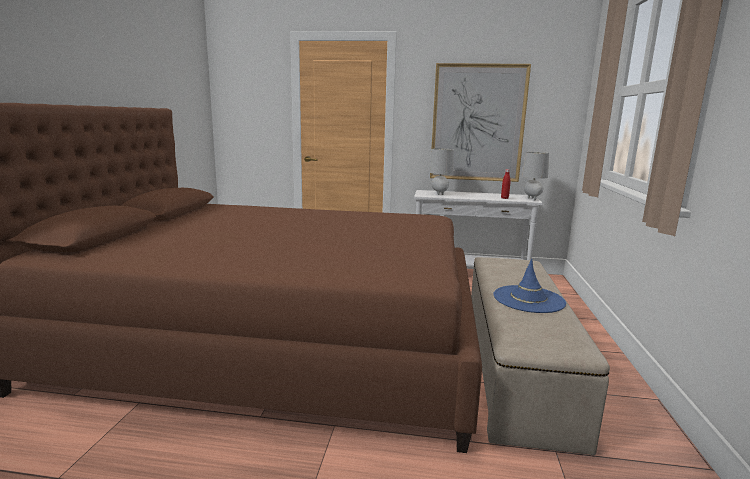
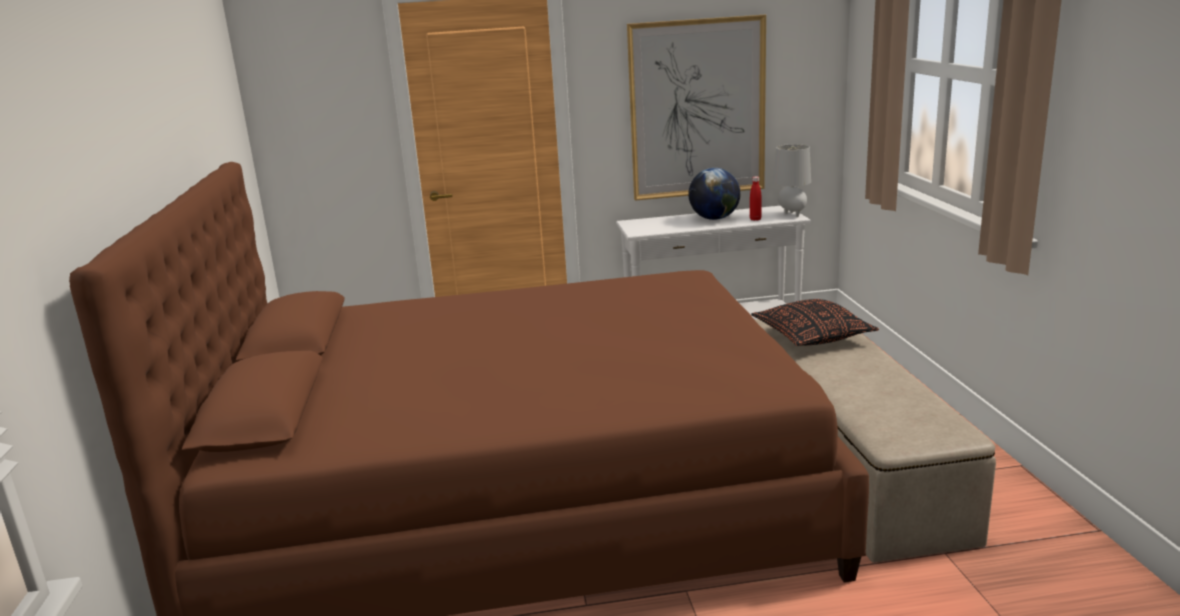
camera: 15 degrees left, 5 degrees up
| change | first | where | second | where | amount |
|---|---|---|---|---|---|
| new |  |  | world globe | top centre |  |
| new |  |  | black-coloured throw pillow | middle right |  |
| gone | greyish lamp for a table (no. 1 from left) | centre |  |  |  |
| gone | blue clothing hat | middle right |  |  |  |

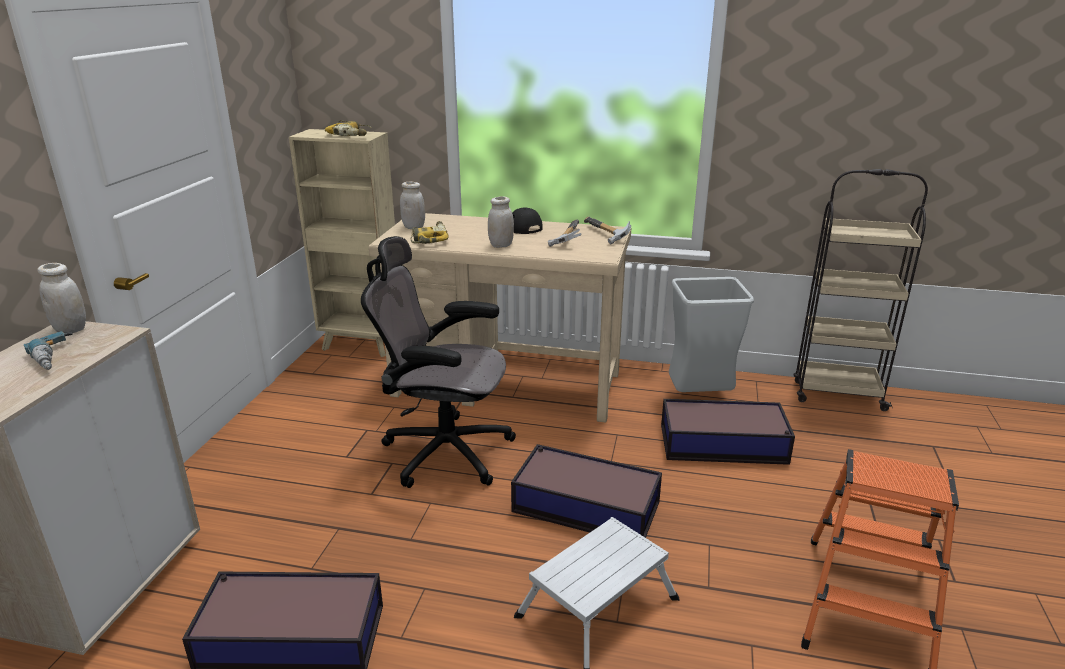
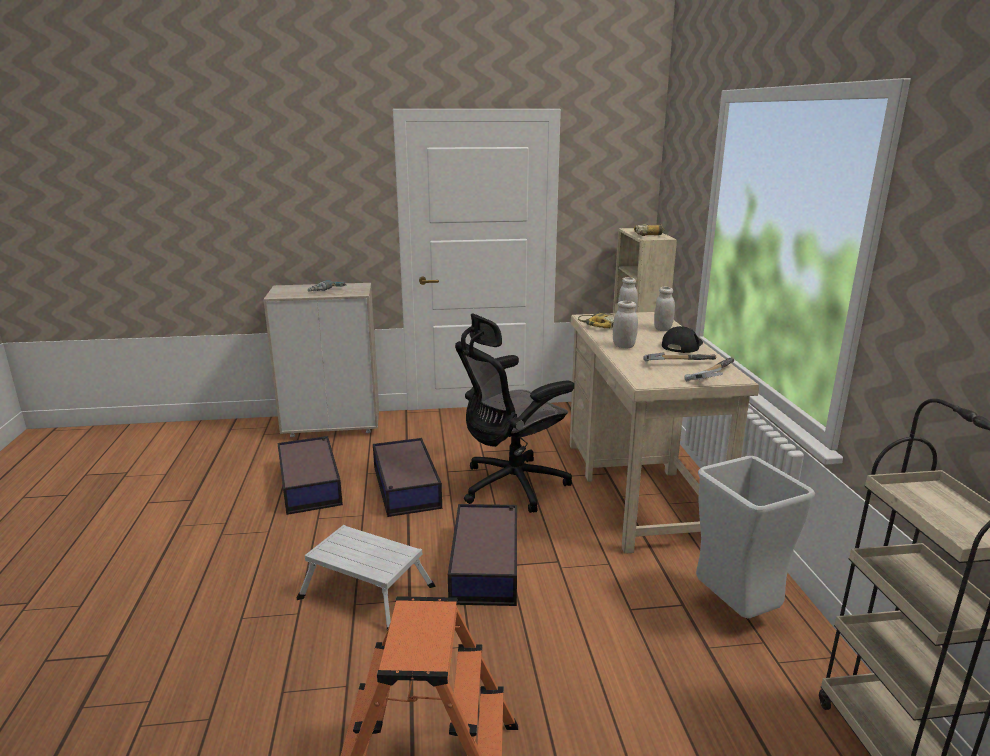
camera: 70 degrees right, 5 degrees down
| change | first | where | second | where | amount |
|---|---|---|---|---|---|
| shifted | storage box (no. 3 from left in the first image) | middle right | storage box (no. 2 from left) | centre |  |
| rotated | desk chair | centre |  | centre | 120 degrees counterclockwise |
| shifted | whitish jar (no. 1 from left in the first image) | middle left | whitish jar (no. 3 from left) | middle right |  |

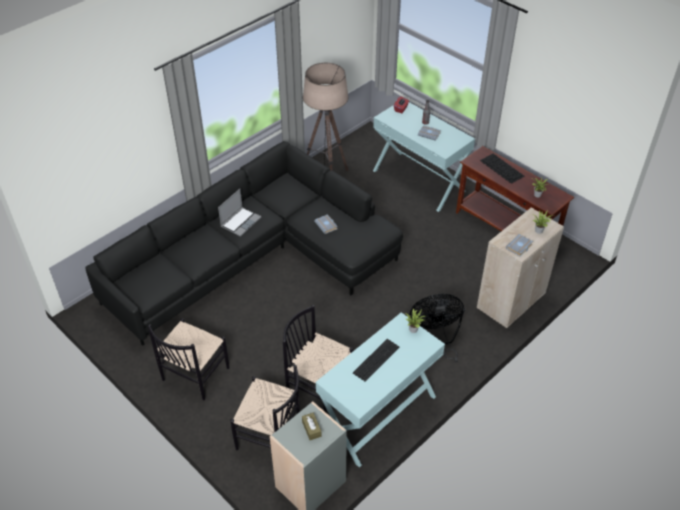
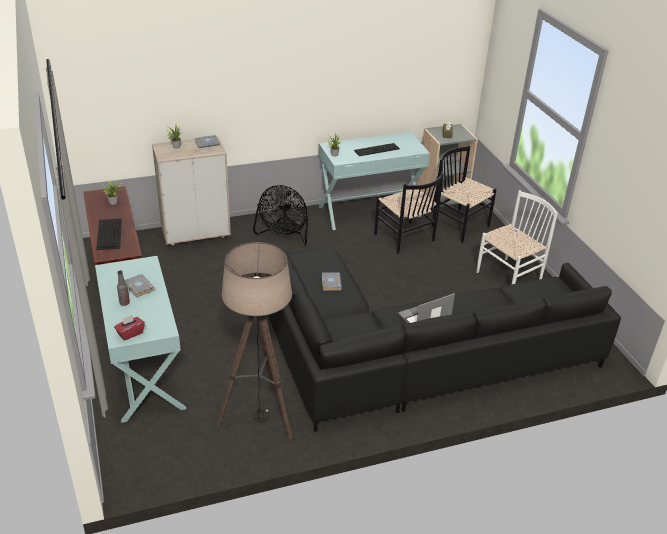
camera: 155 degrees left, 10 degrees down
| change | first | where | second | where | amount |
|---|---|---|---|---|---|
| repainted | black-coloured plain chair (no. 1 from left) | bottom left | whitish plain chair | middle right |  |

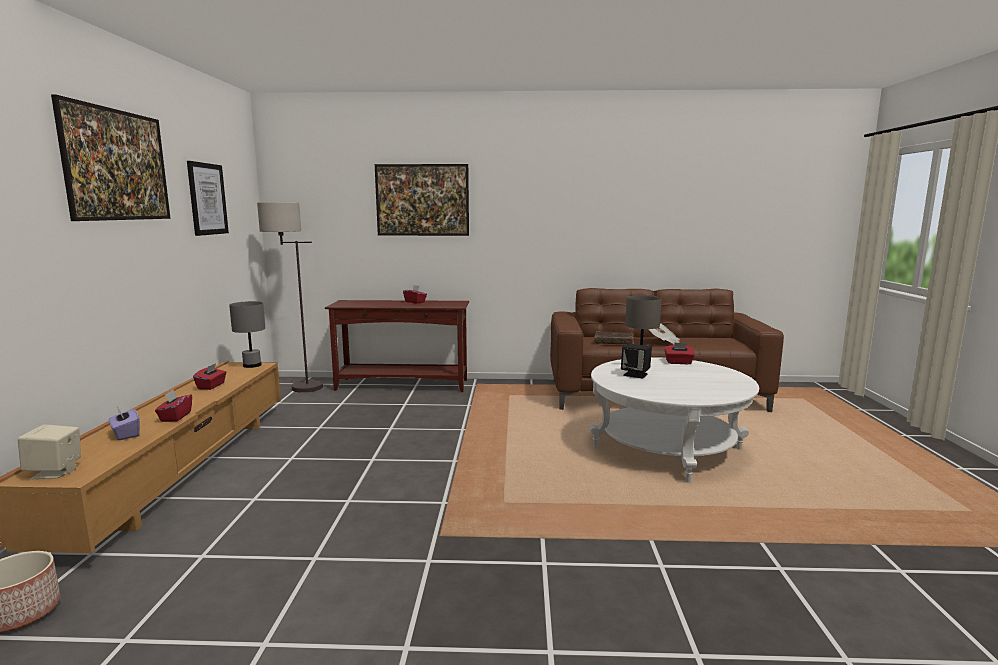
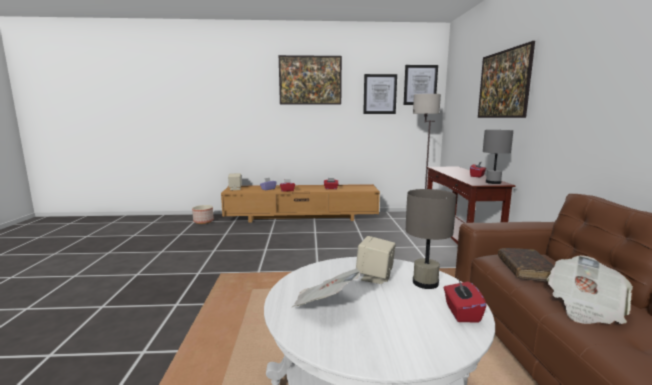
camera: 85 degrees right, 0 degrees up
| change | first | where | second | where | amount |
|---|---|---|---|---|---|
| new |  |  | printed paper (no. 1 from left) | bottom centre |  |
| repainted | black-coloured loudspeaker | centre | beige loudspeaker (no. 2 from left) | bottom centre |  |
| new |  |  | wall art (no. 3 from left) | top centre |  |
| shifted | greyish lamp for a table (no. 1 from left in the first image) | middle left | greyish lamp for a table (no. 2 from left) | middle right |  |

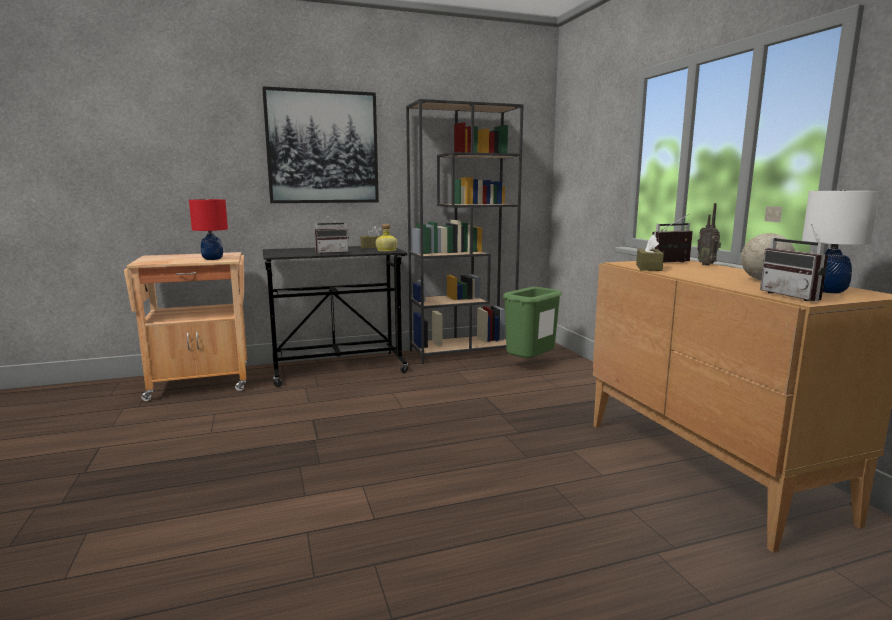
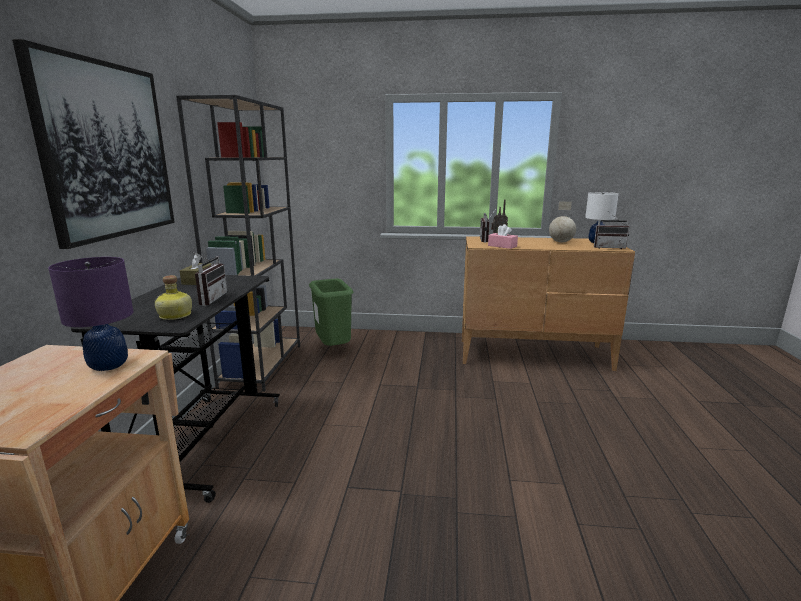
camera: 65 degrees left, 5 degrees up
| change | first | where | second | where | amount |
|---|---|---|---|---|---|
| repainted | reddish lamp for a table | middle left | purple-coloured lamp for a table | middle left |  |
| shifted | beverage bottle | centre |  | middle left |  |
| repainted | brown box of tissues (no. 2 from left) | middle right | pink-coloured box of tissues | centre |  |

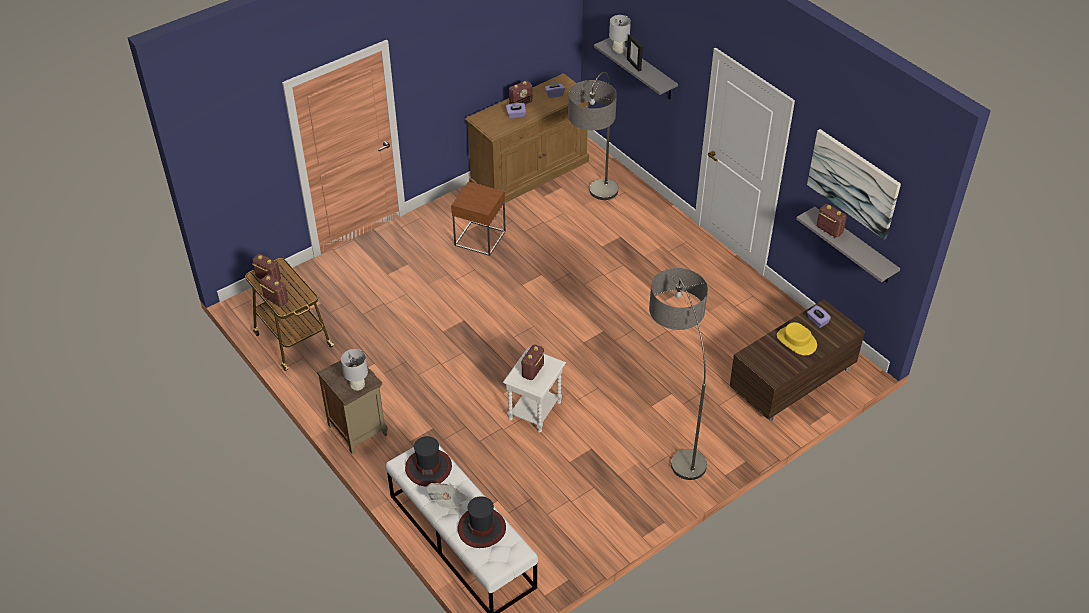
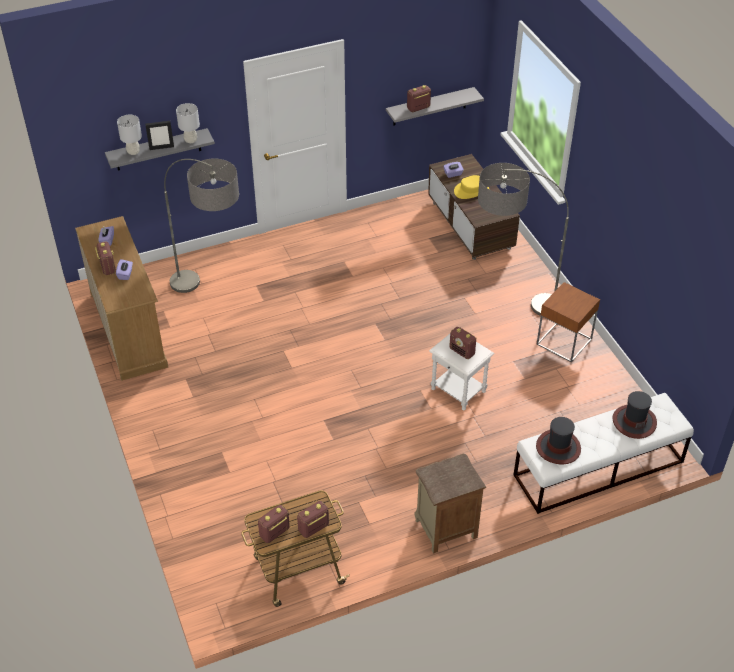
camera: 75 degrees left, 0 degrees up
| change | first | where | second | where | amount |
|---|---|---|---|---|---|
| shifted | greyish lamp for a table (no. 1 from left in the first image) | middle left | greyish lamp for a table (no. 2 from left) | top left |  |
| shifted | brown side table | centre |  | middle right |  |
| gone | printed paper | bottom centre |  |  |  |
| gone | wall art | top right |  |  |  |

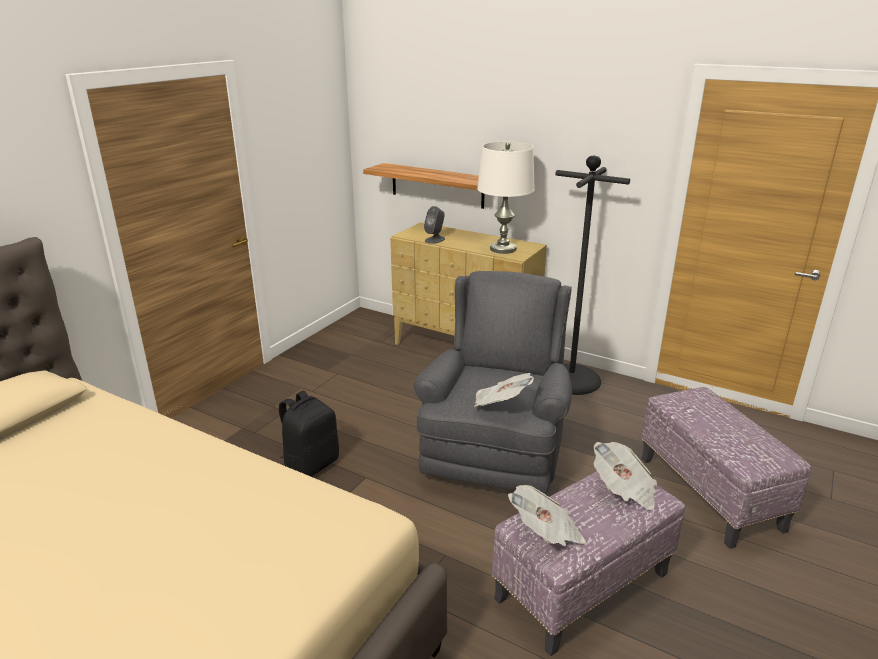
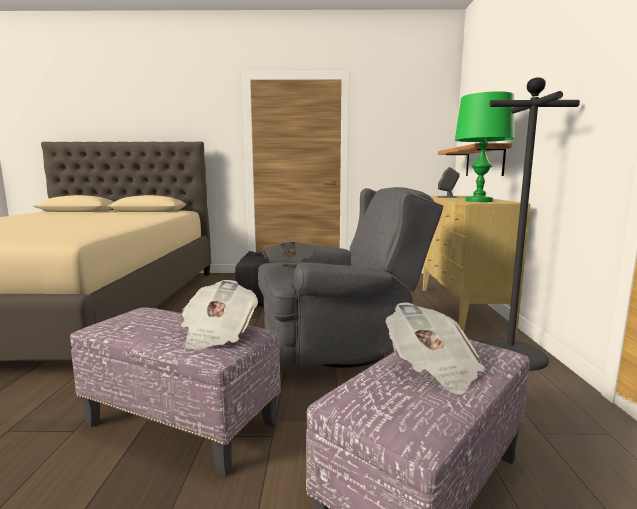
camera: 60 degrees right, 15 degrees down
| change | first | where | second | where | amount |
|---|---|---|---|---|---|
| shifted | printed paper (no. 2 from left in the first image) | bottom centre | printed paper (no. 3 from left) | bottom right |  |
| repainted | whitish lamp for a table | top centre | green lamp for a table | top right |  |

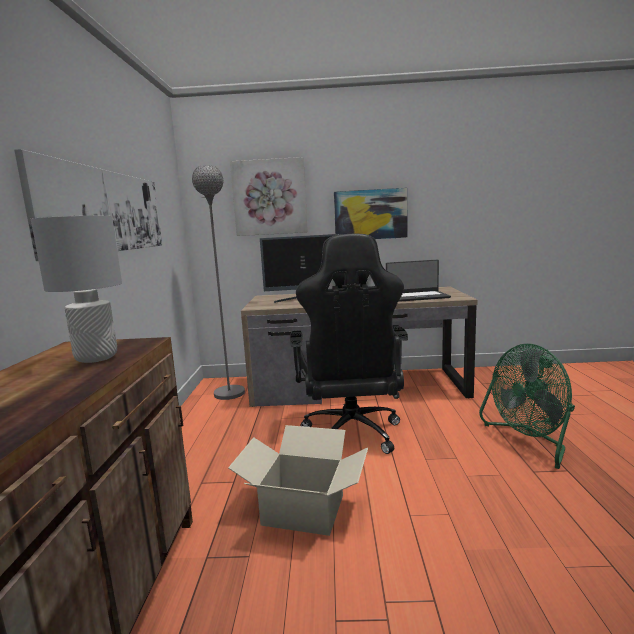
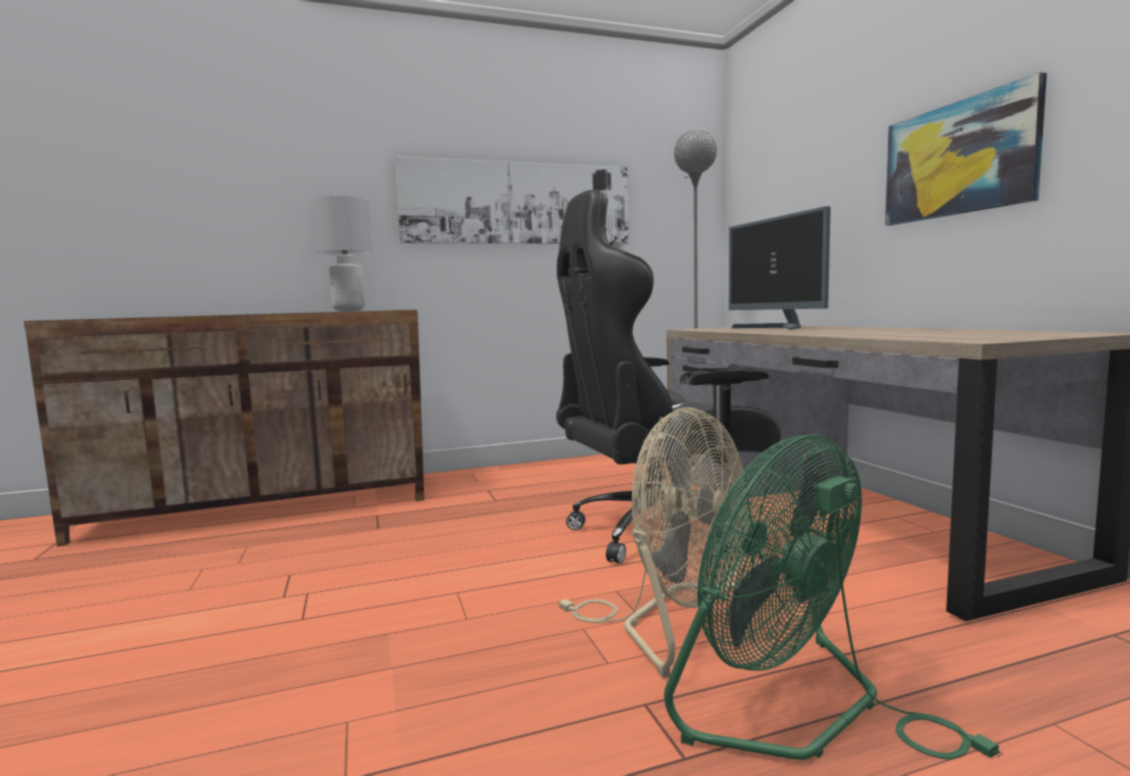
camera: 70 degrees right, 5 degrees down
| change | first | where | second | where | amount |
|---|---|---|---|---|---|
| new |  |  | beige electric fan | bottom centre |  |
| gone | carton | bottom centre |  |  |  |
| gone | wall art (no. 2 from left) | top centre |  |  |  |
| gone | laptop | centre |  |  |  |

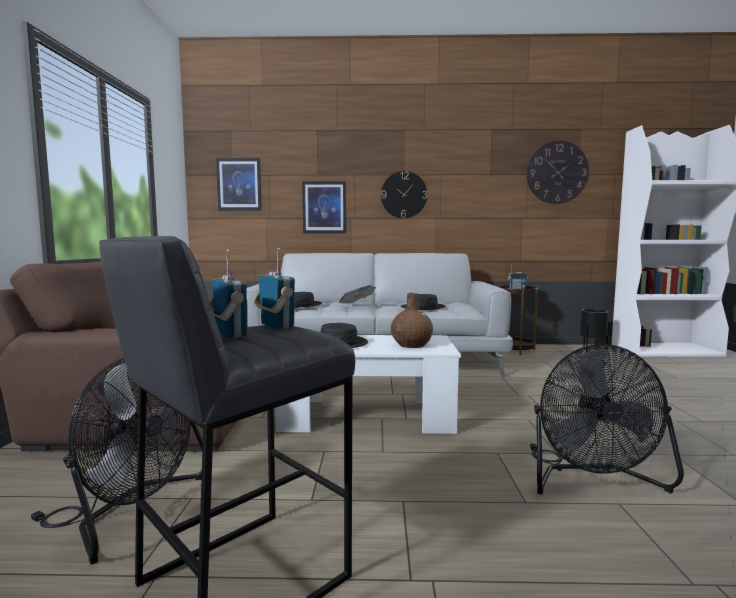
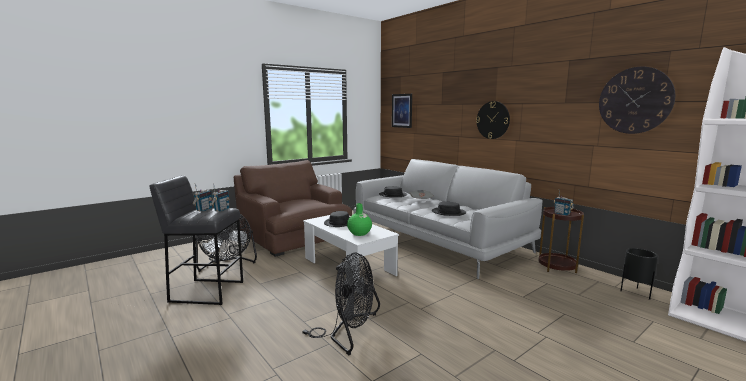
camera: 50 degrees right, 5 degrees up
| change | first | where | second | where | amount |
|---|---|---|---|---|---|
| rotated | black-coloured electric fan (no. 2 from left) | bottom right |  | bottom centre | 120 degrees counterclockwise |
| repainted | brown decorative vase | centre | green decorative vase | centre |  |
| gone | wall art (no. 2 from left) | centre |  |  |  |

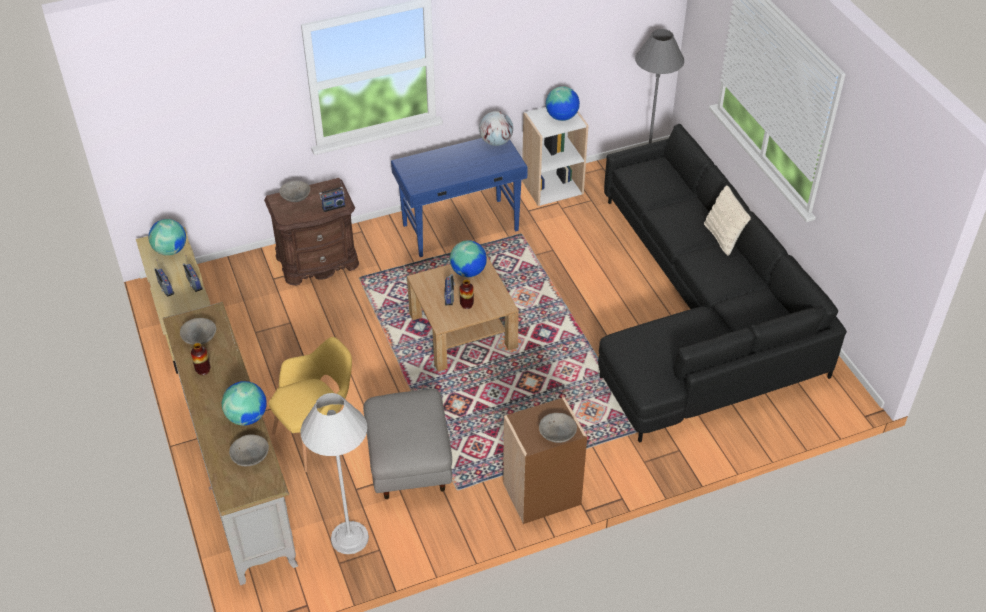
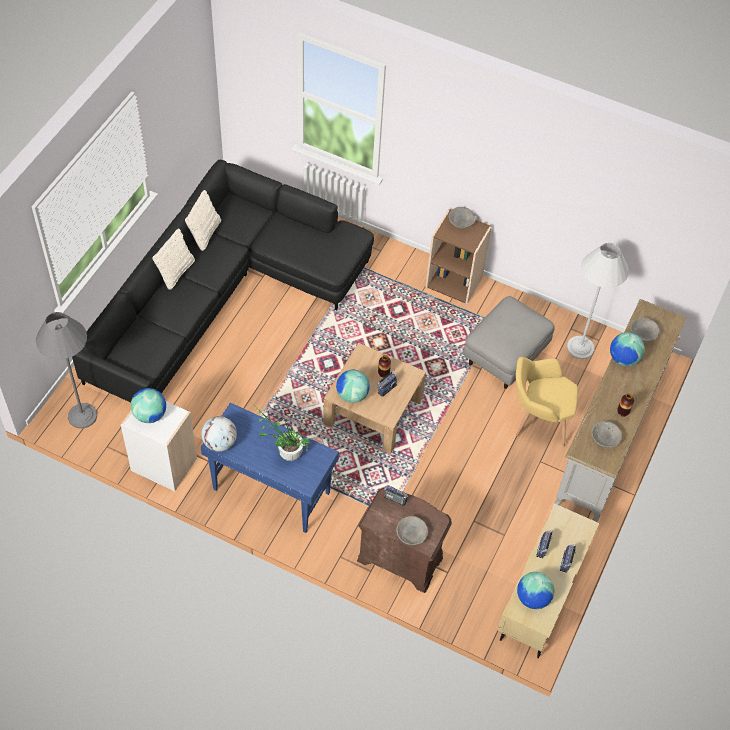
camera: 135 degrees left, 10 degrees up
| change | first | where | second | where | amount |
|---|---|---|---|---|---|
| new |  |  | beige throw pillow (no. 2 from left) | top left |  |
| new |  |  | potted plant | centre |  |

